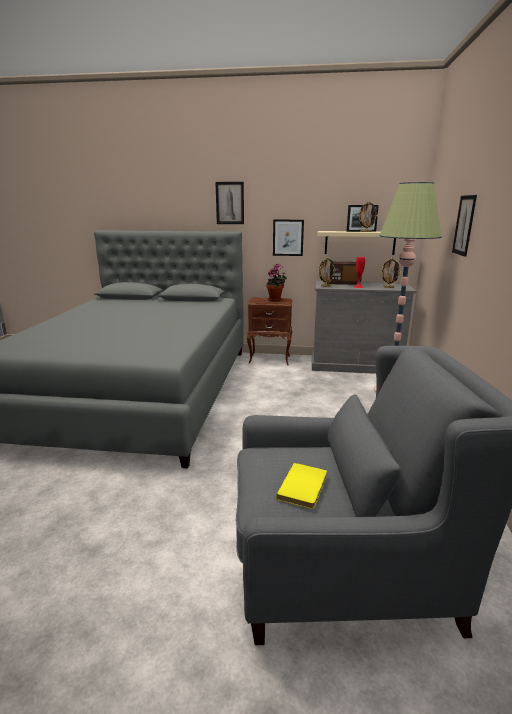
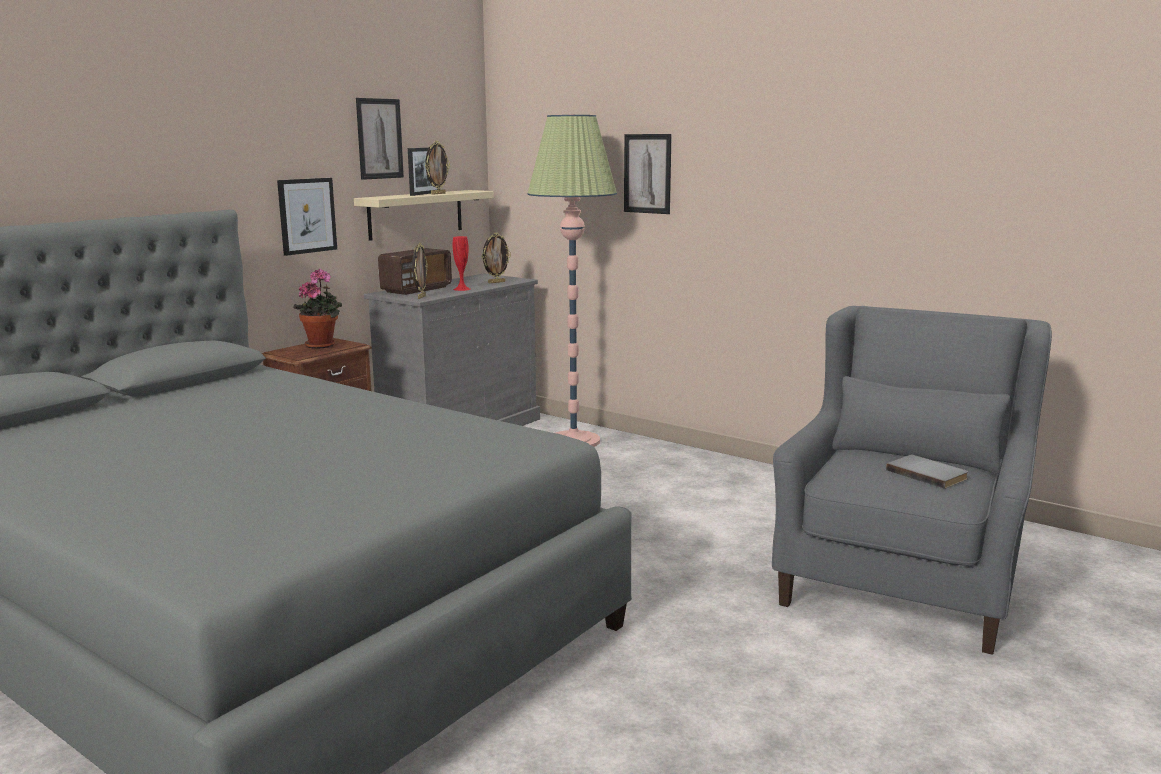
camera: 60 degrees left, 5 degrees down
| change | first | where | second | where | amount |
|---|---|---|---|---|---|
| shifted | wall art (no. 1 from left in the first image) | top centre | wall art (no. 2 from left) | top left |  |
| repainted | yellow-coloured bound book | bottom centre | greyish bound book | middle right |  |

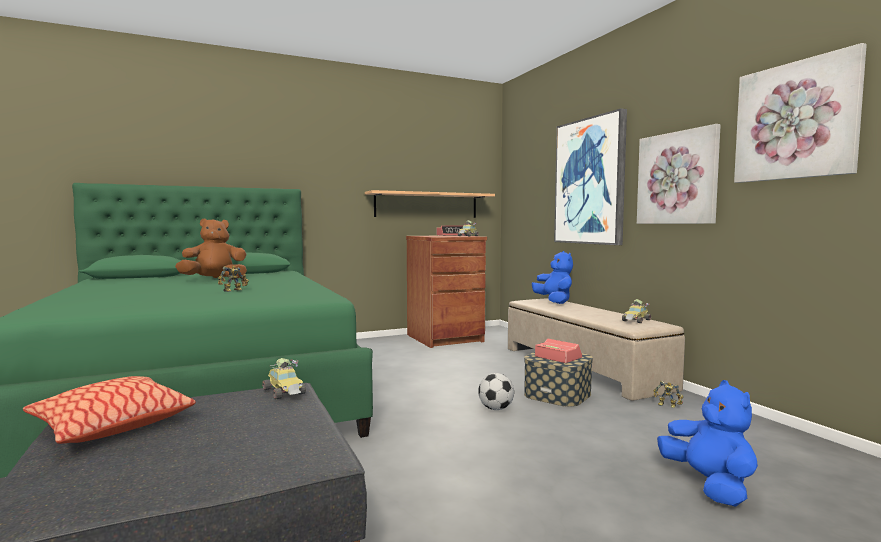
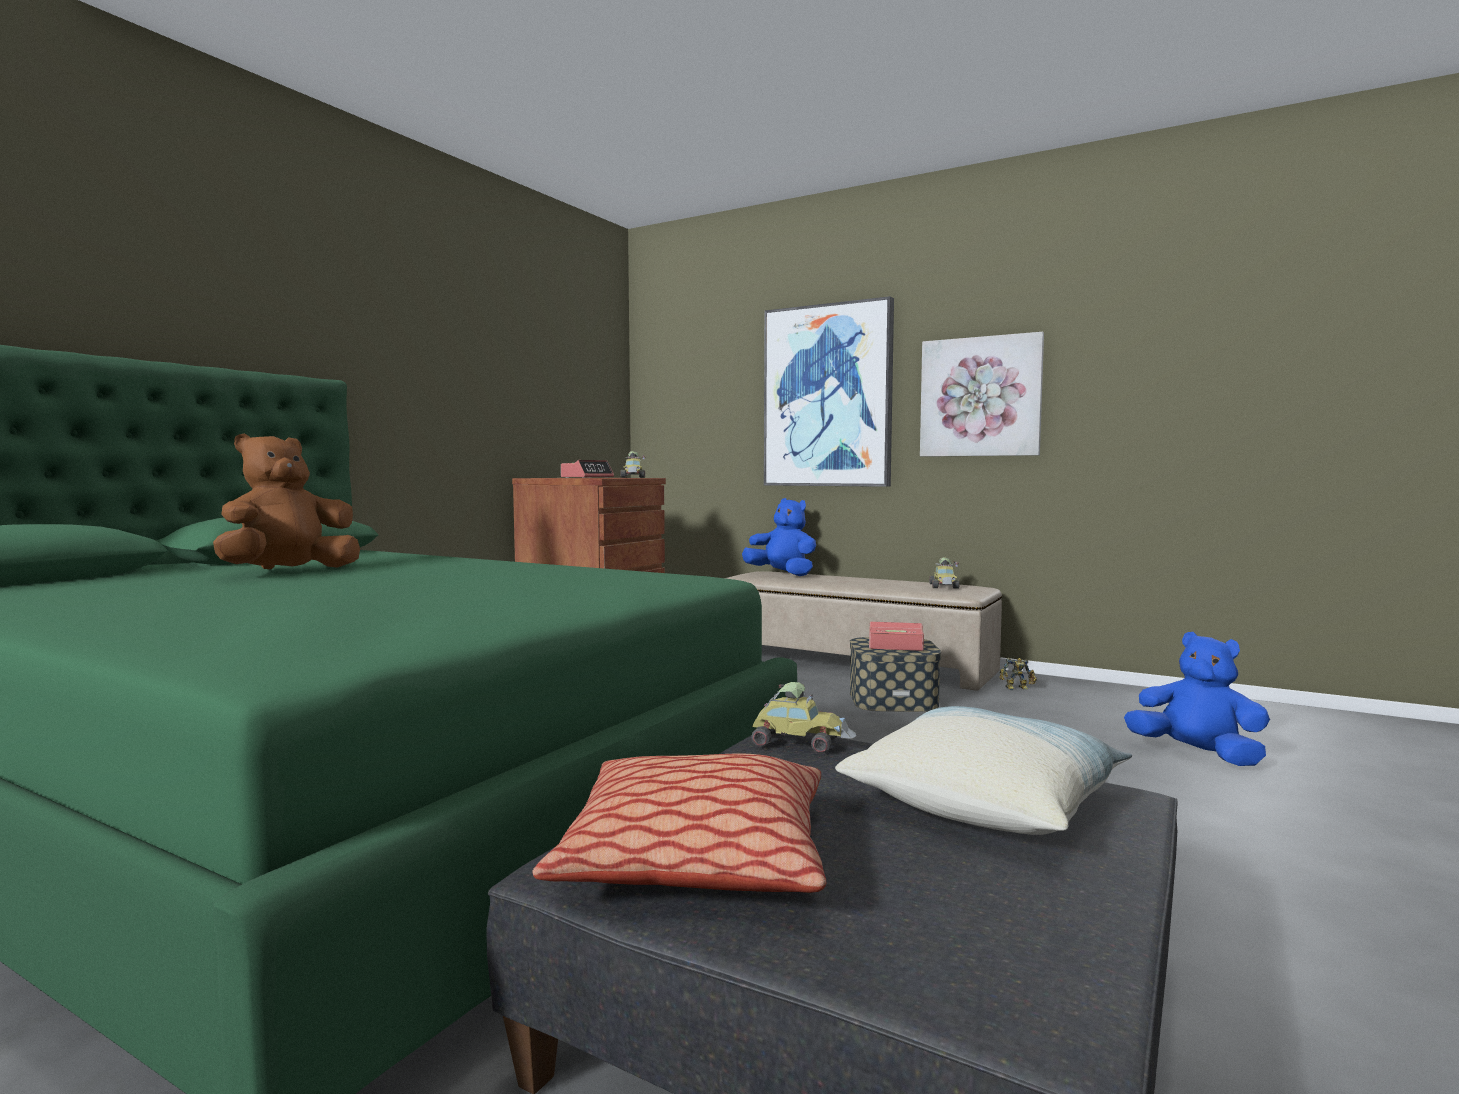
camera: 35 degrees left, 0 degrees up
| change | first | where | second | where | amount |
|---|---|---|---|---|---|
| new |  |  | throw pillow (no. 2 from left) | bottom right |  |
| gone | model robot (no. 1 from left) | middle left |  |  |  |
| gone | wall shelf | centre |  |  |  |
| gone | ball for football | bottom centre |  |  |  |
| gone | wall art (no. 3 from left) | top right |  |  |  |

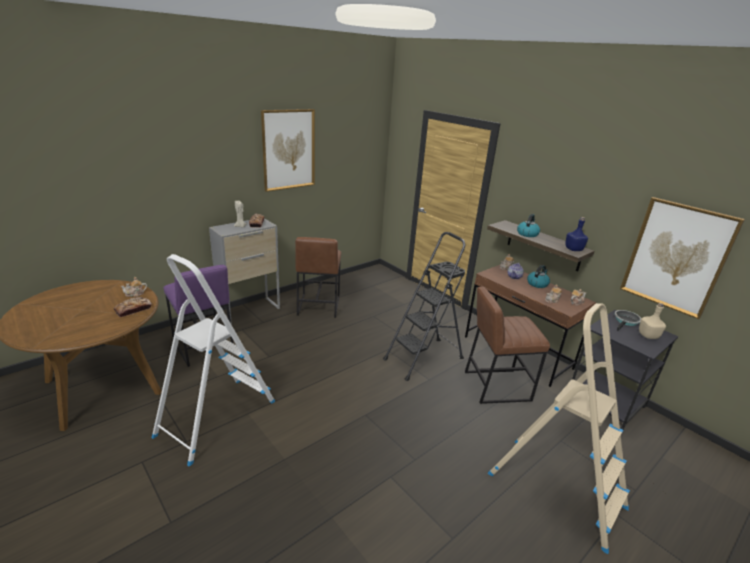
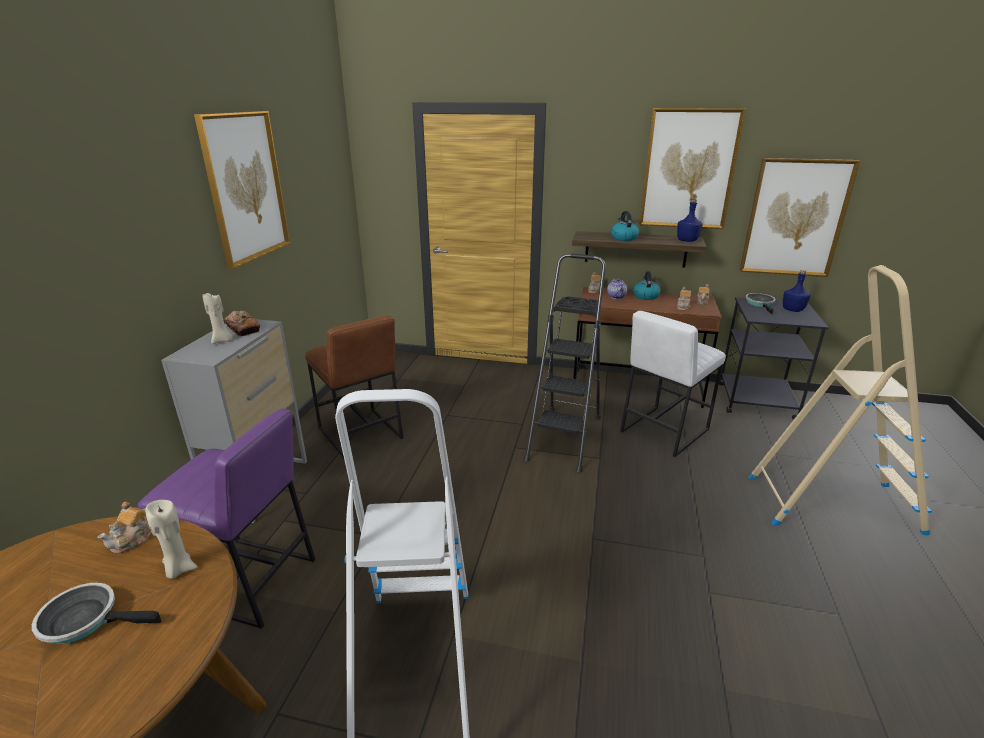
camera: 35 degrees left, 0 degrees up
| change | first | where | second | where | amount |
|---|---|---|---|---|---|
| new |  |  | skillet (no. 1 from left) | bottom left |  |
| swapped | bakery bread (no. 1 from left) | middle left | beige candle (no. 1 from left) | bottom left |  |
| repainted | brown plain chair (no. 2 from left) | middle right | whitish plain chair | middle right |  |
| new |  |  | wall art (no. 2 from left) | top right |  |
| repainted | beige beverage bottle | middle right | blue beverage bottle (no. 2 from left) | middle right |  |

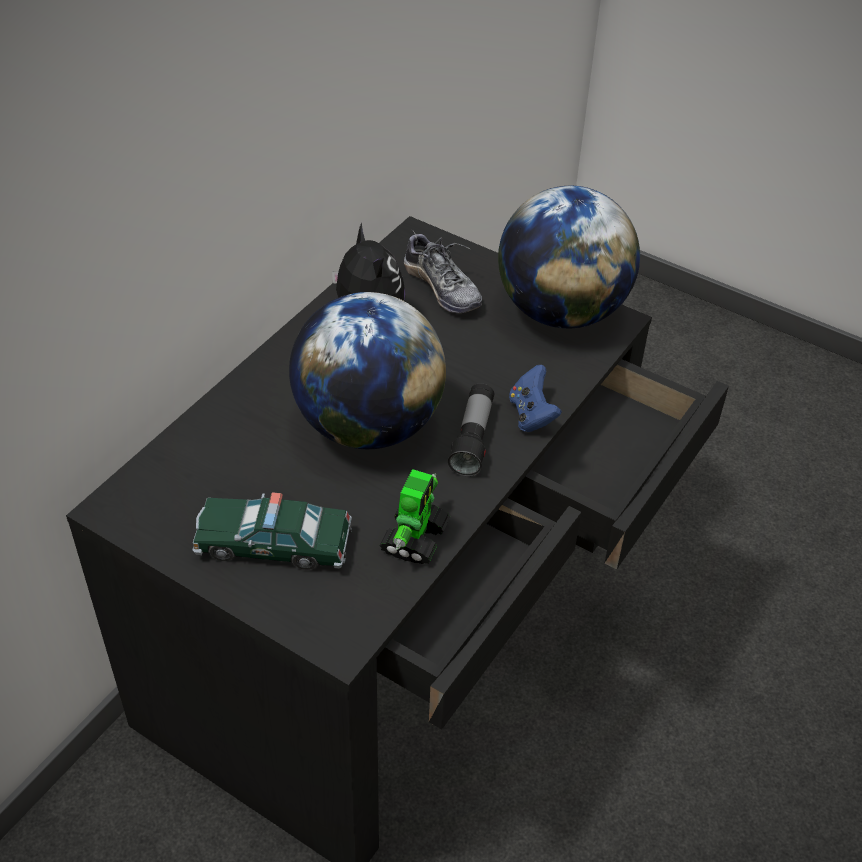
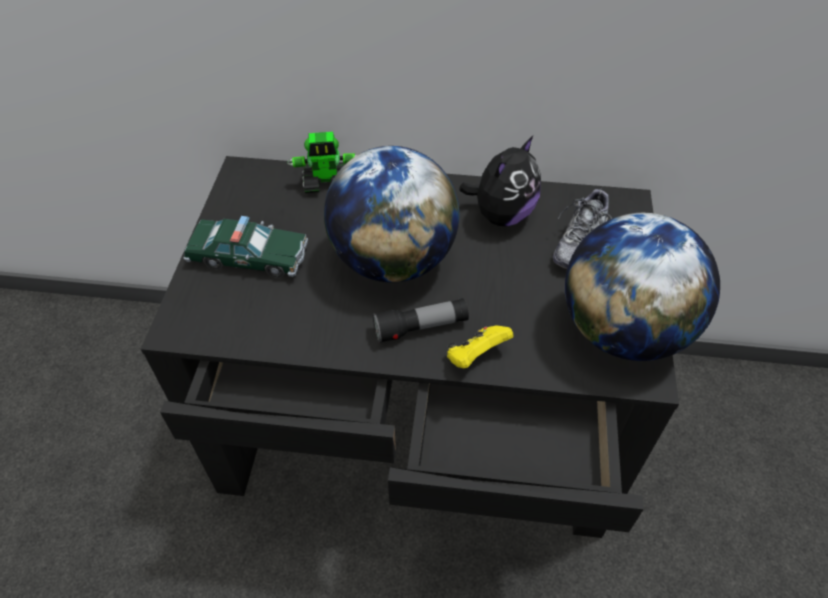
camera: 65 degrees right, 5 degrees up
| change | first | where | second | where | amount |
|---|---|---|---|---|---|
| rotated | miniature car | middle left |  | middle left | 120 degrees clockwise |
| shifted | model robot | centre |  | top centre |  |
| repainted | blue gamepad | centre | yellow-coloured gamepad | centre |  |

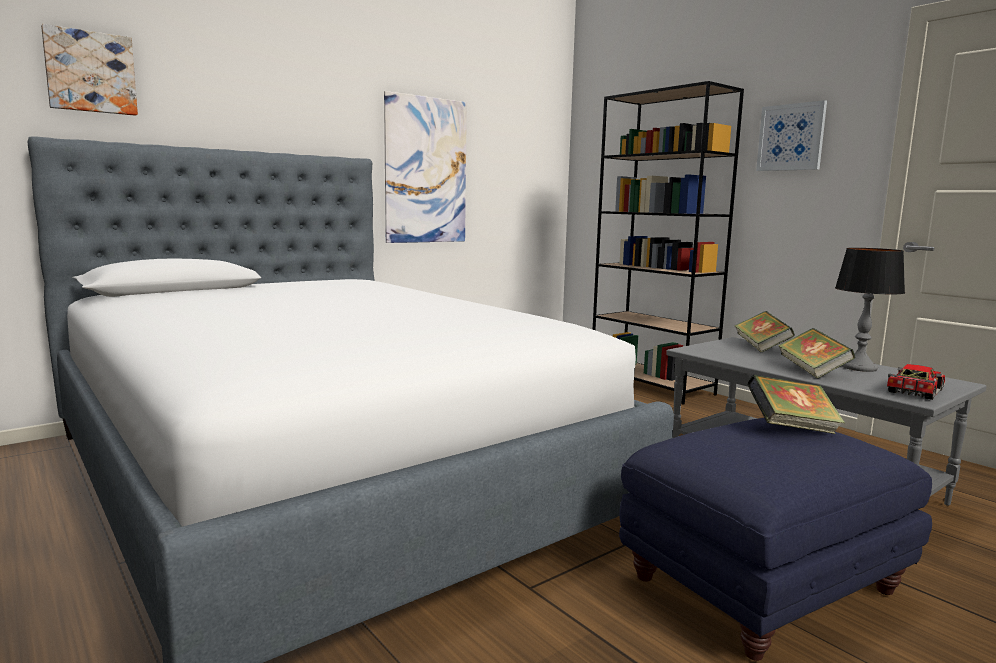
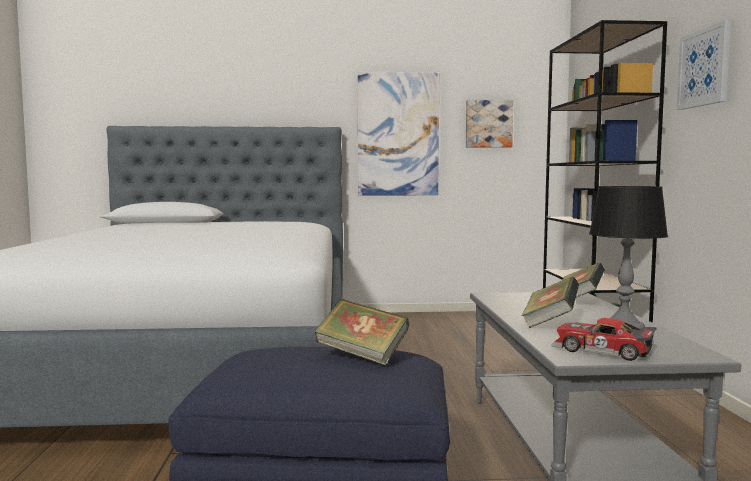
camera: 35 degrees right, 5 degrees down
| change | first | where | second | where | amount |
|---|---|---|---|---|---|
| shifted | wall art (no. 1 from left in the first image) | top left | wall art (no. 2 from left) | top centre |  |
| rotated | miniature car | middle right |  | bottom right | 135 degrees counterclockwise |

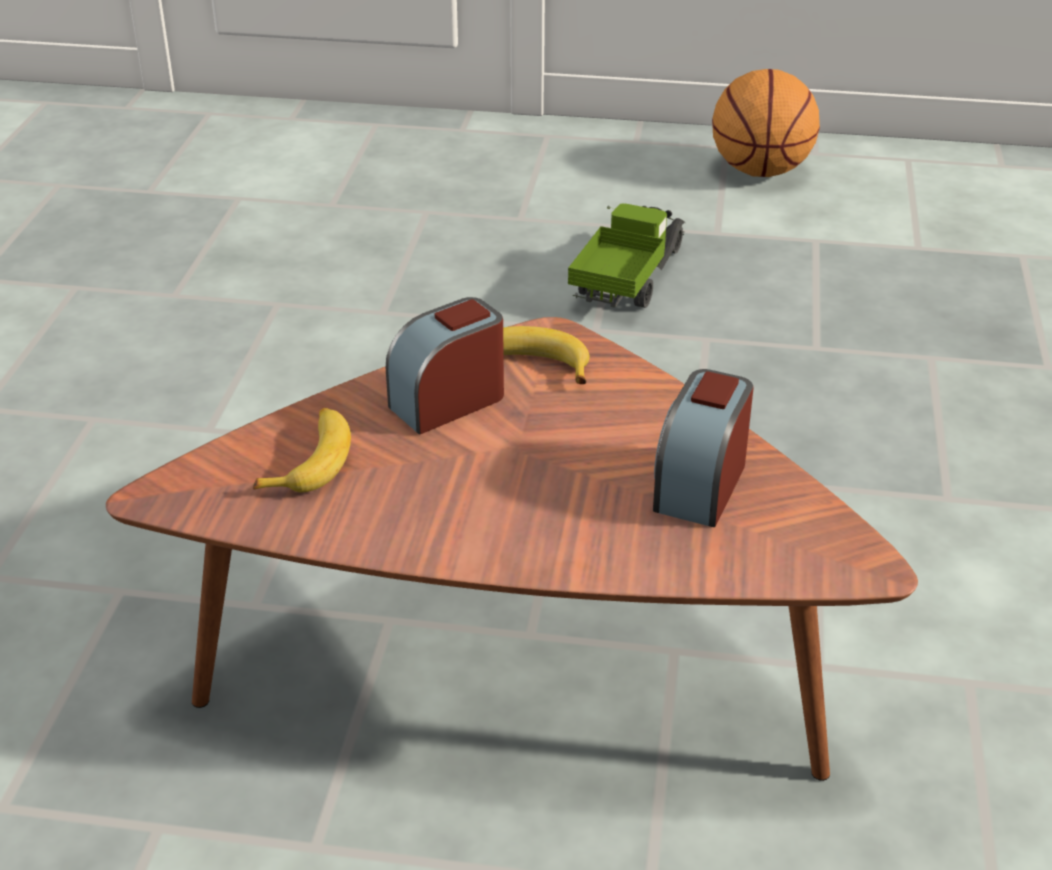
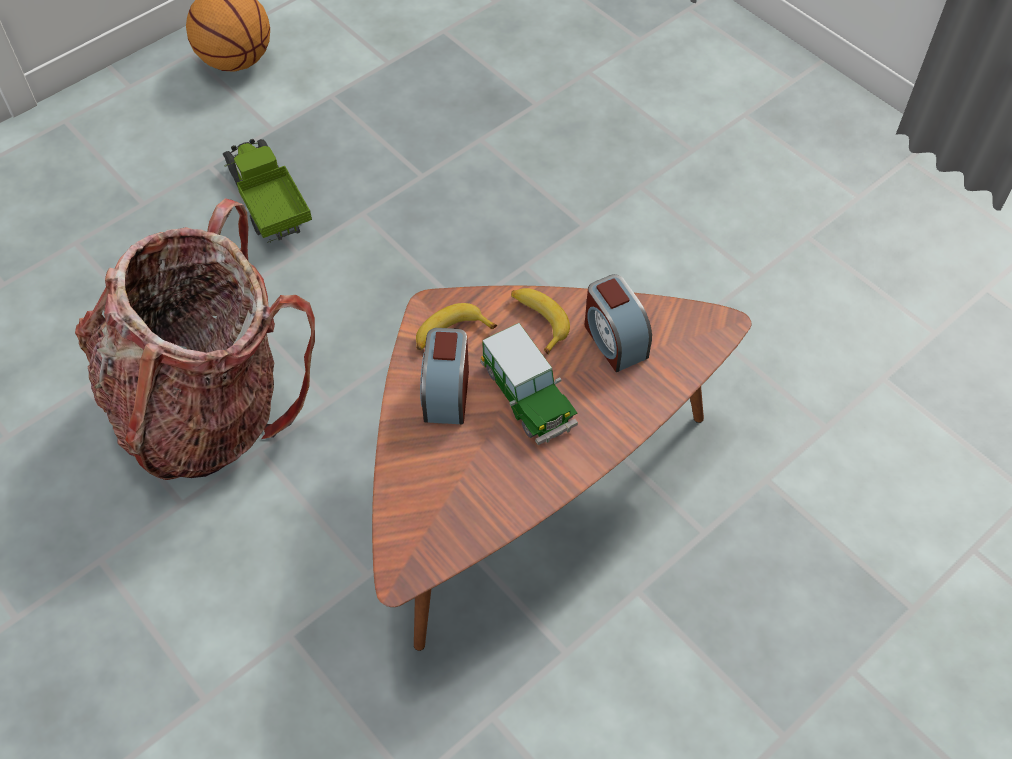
camera: 50 degrees left, 20 degrees up
| change | first | where | second | where | amount |
|---|---|---|---|---|---|
| new |  |  | backpack | middle left |  |
| new |  |  | miniature car | centre |  |
| shifted | banana fruit (no. 1 from left in the first image) | middle left | banana fruit (no. 2 from left) | centre |  |

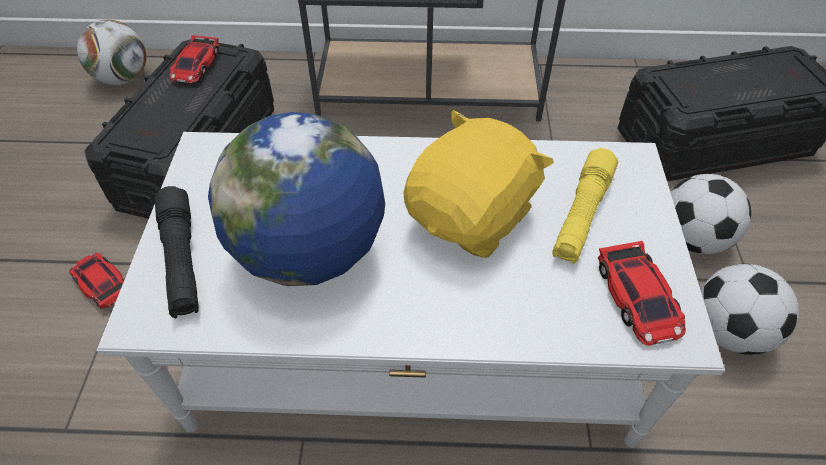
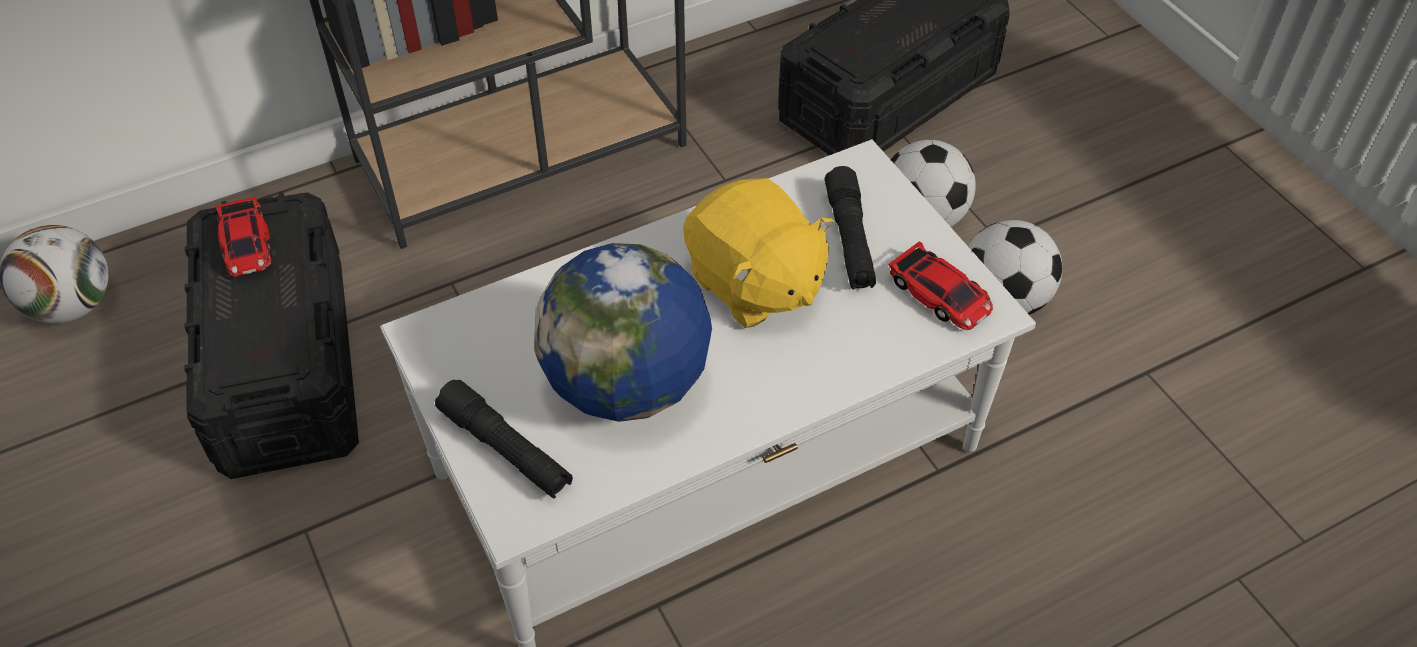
camera: 30 degrees left, 0 degrees up
| change | first | where | second | where | amount |
|---|---|---|---|---|---|
| rotated | yellow-coloured soft toy | centre |  | centre | 135 degrees clockwise |
| repainted | yellow-coloured torch | middle right | black-coloured torch (no. 2 from left) | centre |  |
| gone | miniature car (no. 1 from left) | middle left |  |  |  |

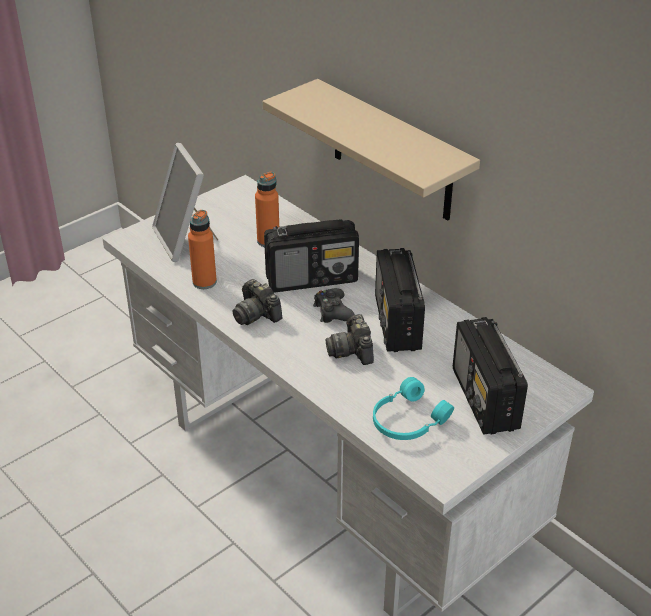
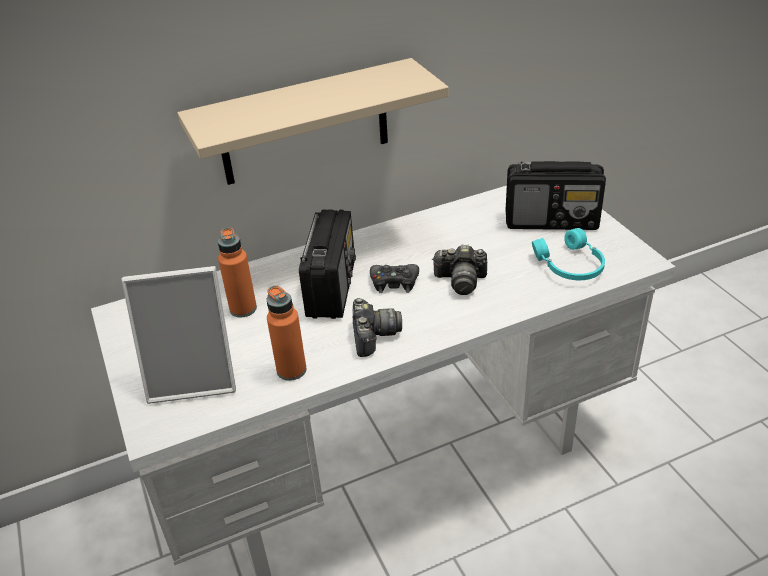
camera: 70 degrees left, 0 degrees up
| change | first | where | second | where | amount |
|---|---|---|---|---|---|
| rotated | photo camera (no. 1 from left) | centre |  | centre | 75 degrees counterclockwise |
| gone | radio receiver (no. 2 from left) | centre |  |  |  |

